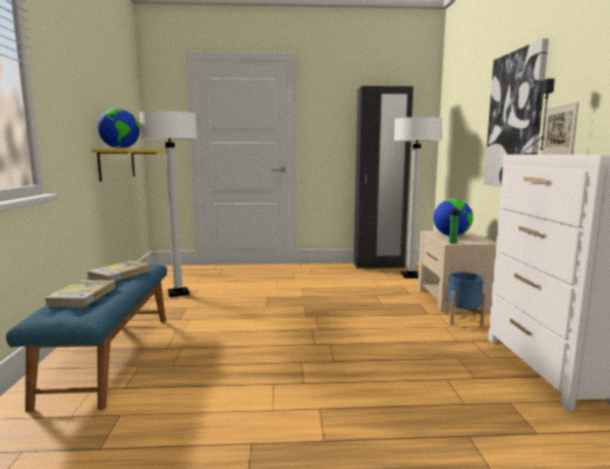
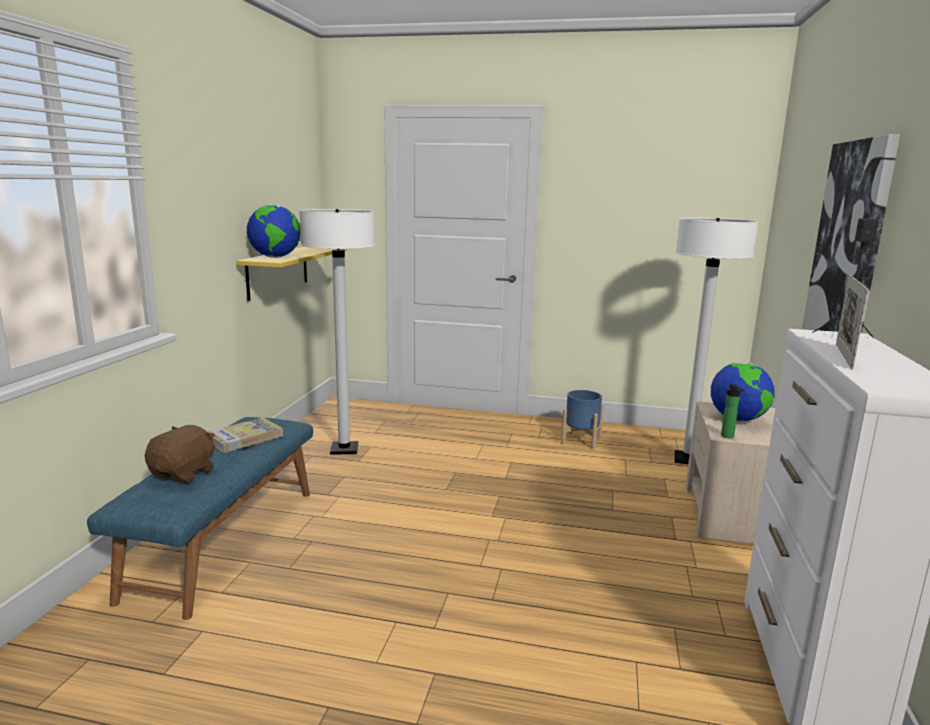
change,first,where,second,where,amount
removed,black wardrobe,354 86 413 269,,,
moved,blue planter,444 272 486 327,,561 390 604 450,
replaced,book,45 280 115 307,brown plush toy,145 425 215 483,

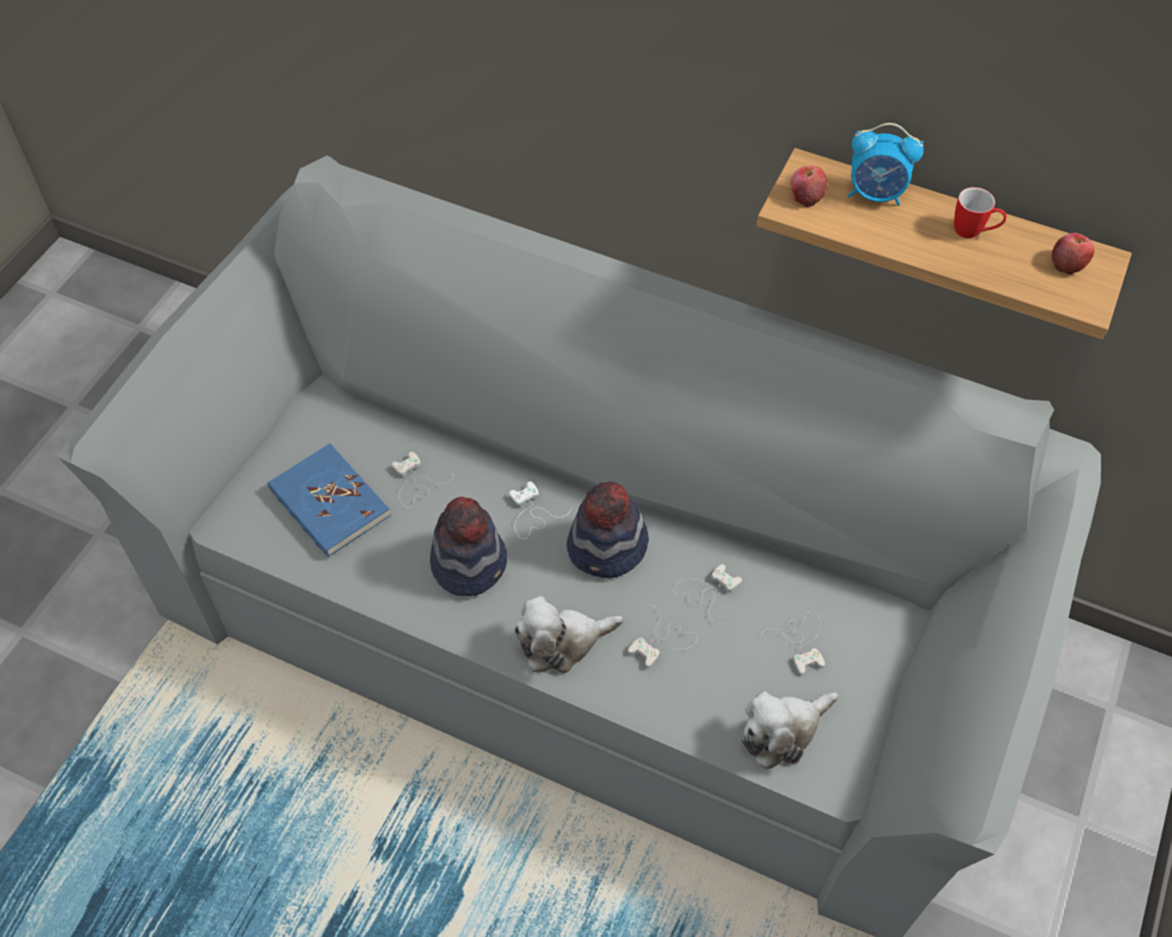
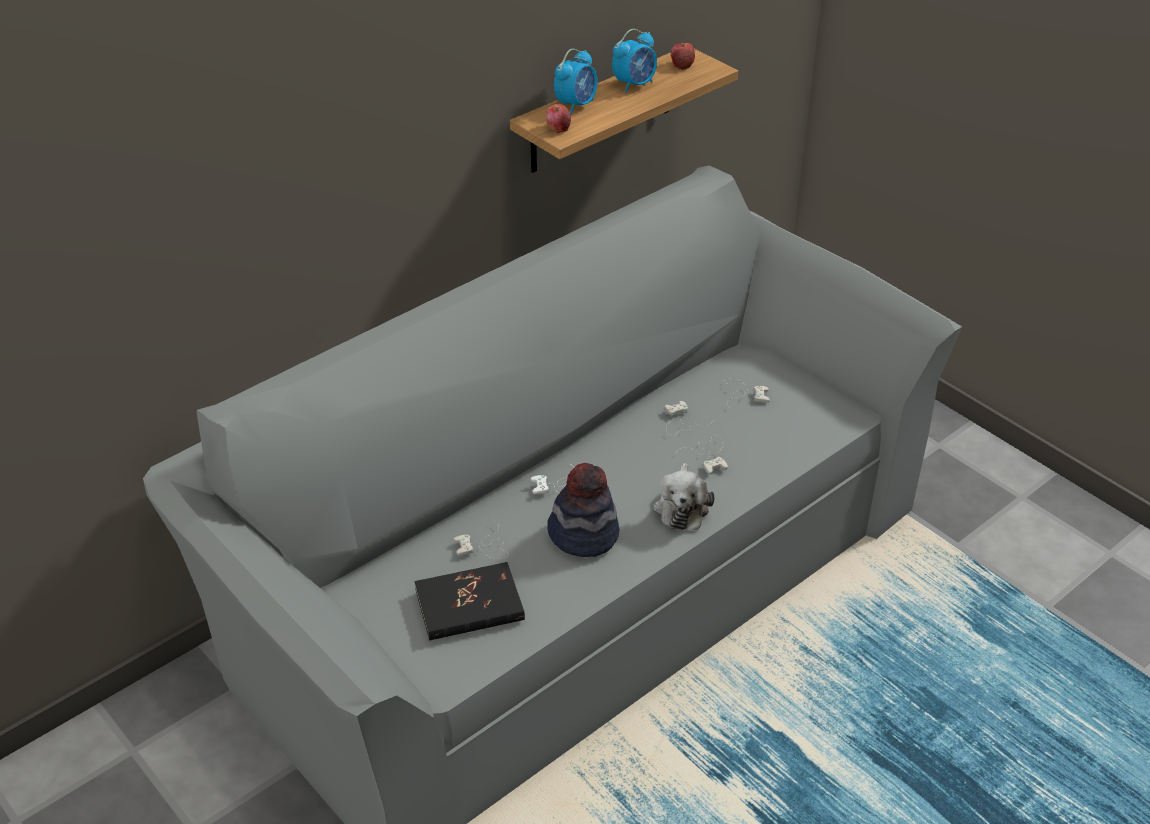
change,first,where,second,where,amount
replaced,mug,954 187 1007 238,alarm clock,612 29 657 93,
recoloured,blue book,268 443 391 557,black book,415 562 525 641,
removed,hat,567 481 649 578,,,
removed,plush toy,742 691 838 769,,,

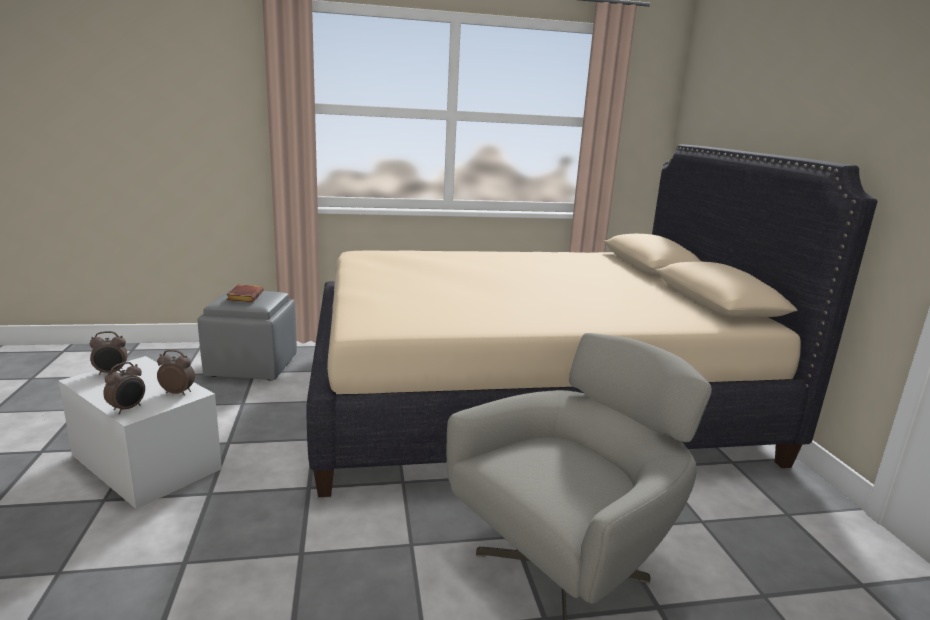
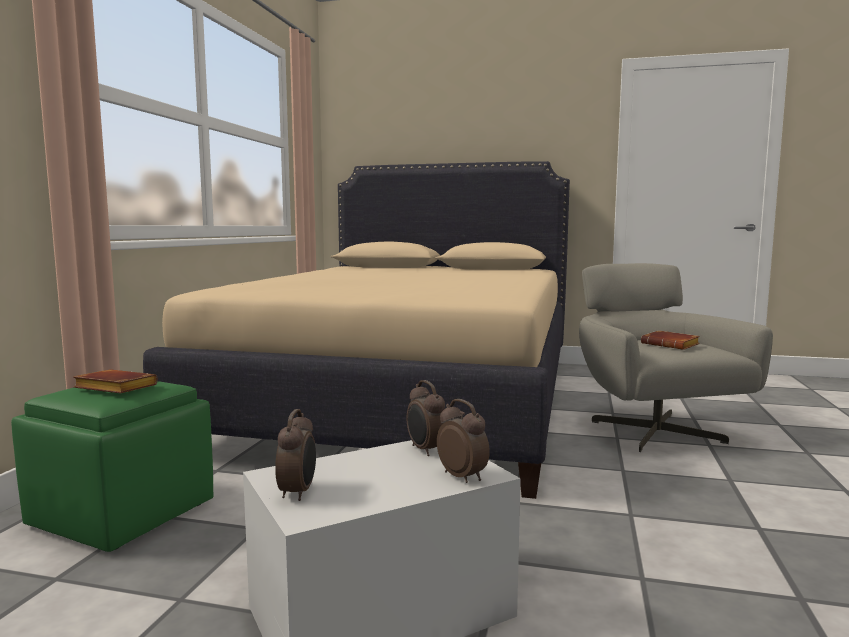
change,first,where,second,where,amount
recoloured,grey ottoman,198 290 297 381,green ottoman,11 381 213 552,
turned,alarm clock,157 350 195 395,,406 380 445 456,60 degrees counterclockwise
added,,,brown book,641 330 700 350,

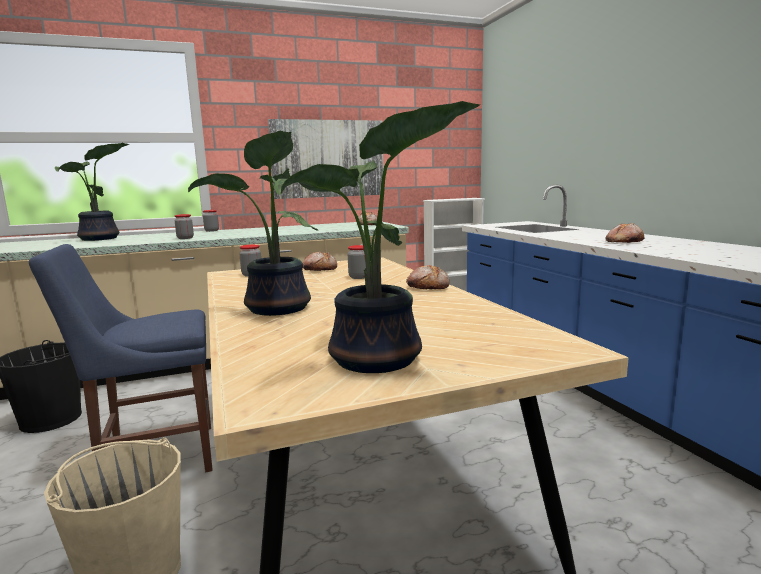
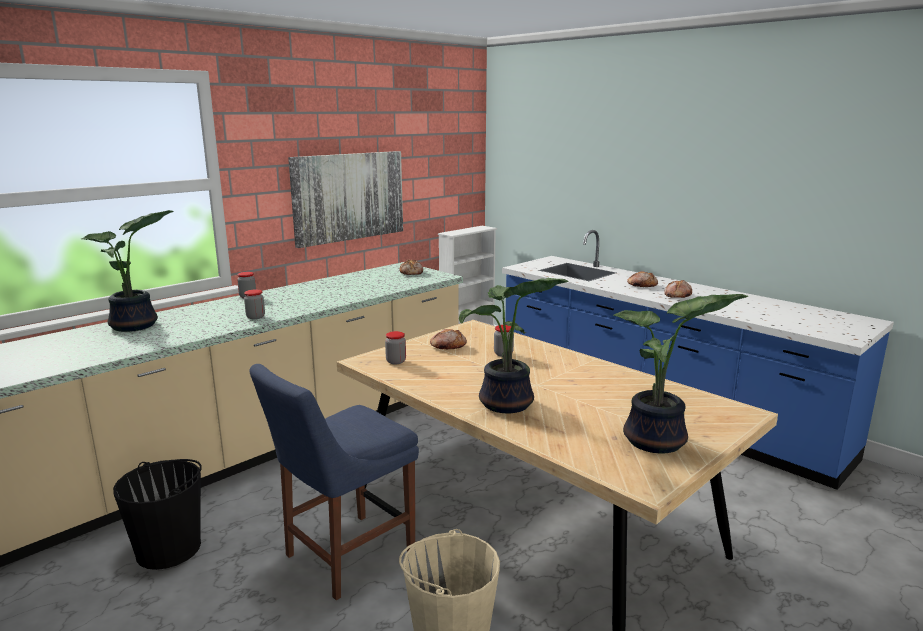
change,first,where,second,where,amount
moved,bread,406 265 450 290,,627 271 658 287,

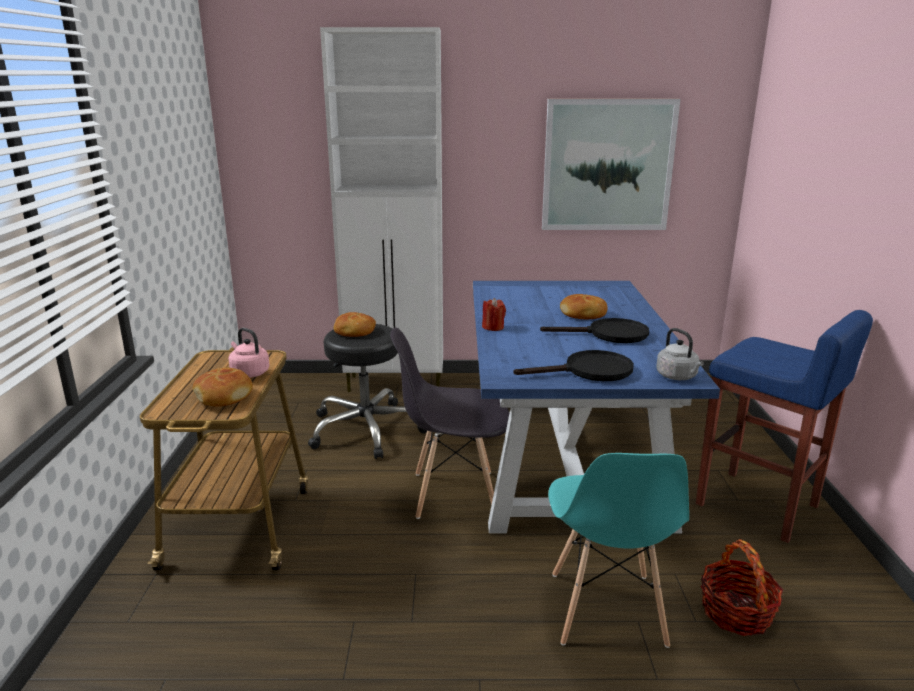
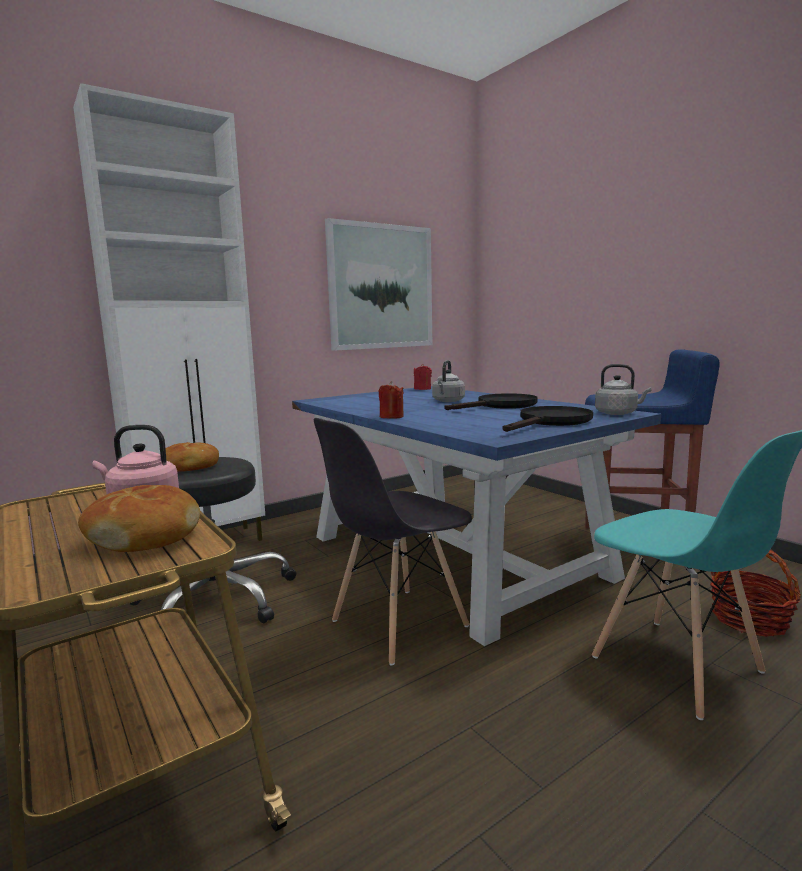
change,first,where,second,where,amount
replaced,bread,560 294 608 319,grey kettle,432 360 465 402,
added,,,red candle,414 364 432 390,

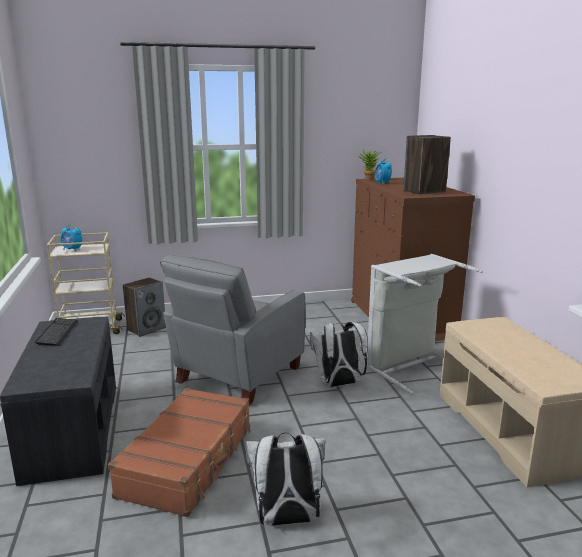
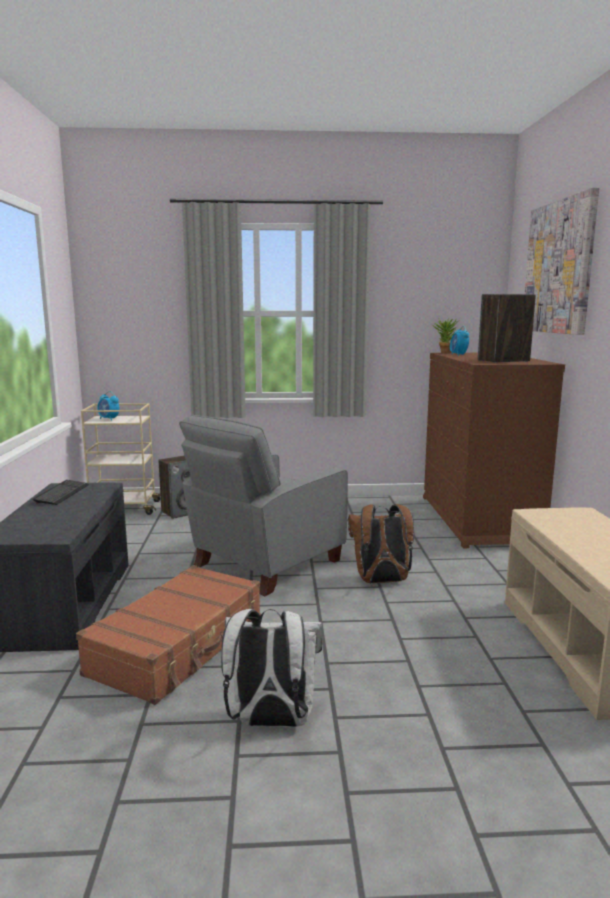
change,first,where,second,where,amount
removed,grey laundry basket,367 254 483 394,,,
recoloured,white backpack,310 322 368 387,brown backpack,348 504 414 583,
added,,,picture,525 187 599 335,

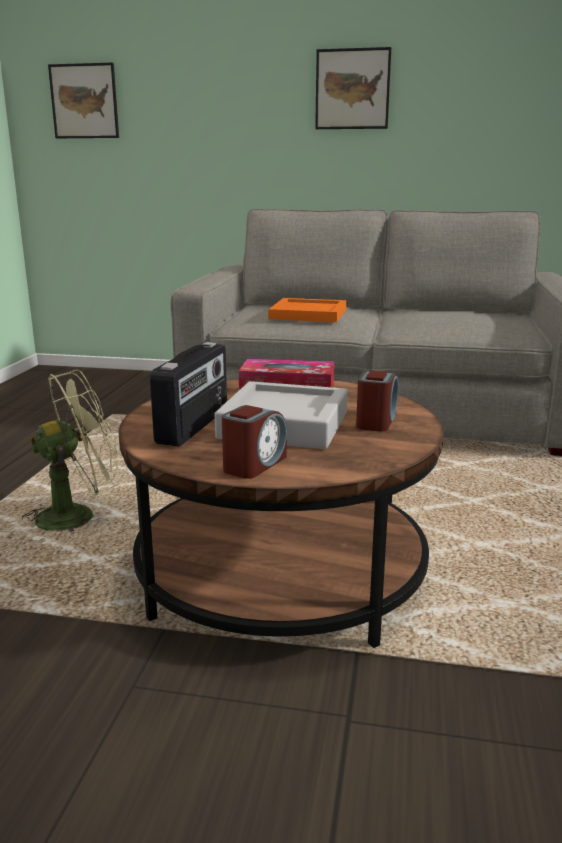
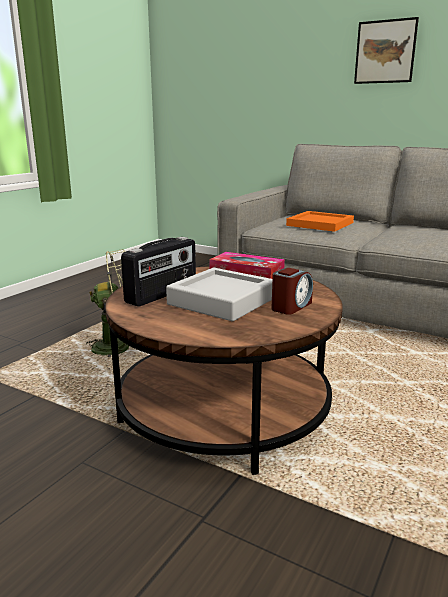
change,first,where,second,where,amount
removed,picture,48 63 119 138,,,
removed,alarm clock,222 405 287 478,,,

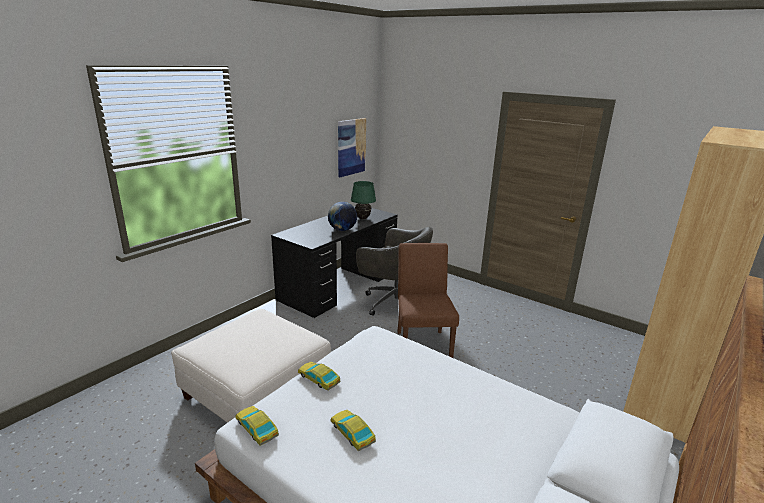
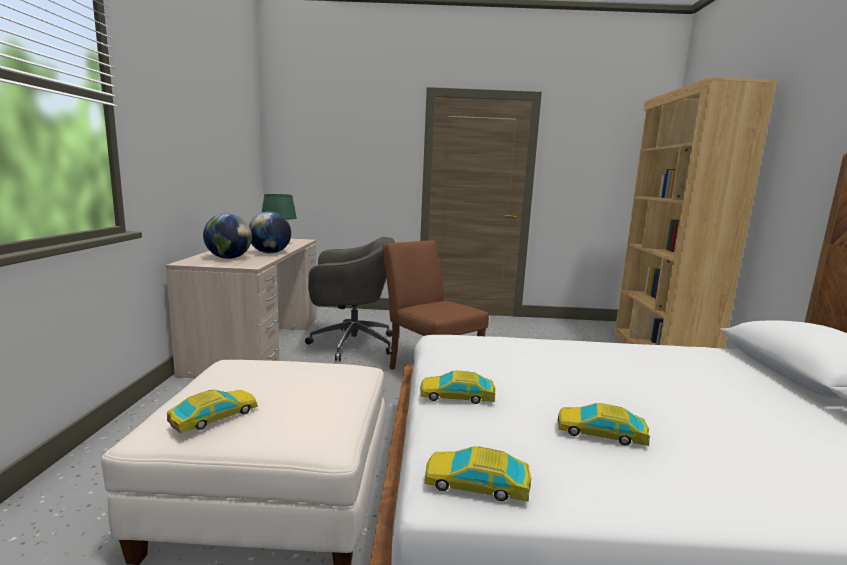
change,first,where,second,where,amount
removed,picture,338 118 366 177,,,
recoloured,black desk,271 206 398 318,beige desk,166 239 317 378,
added,,,globe,203 213 252 259,
added,,,toy car,167 390 258 433,

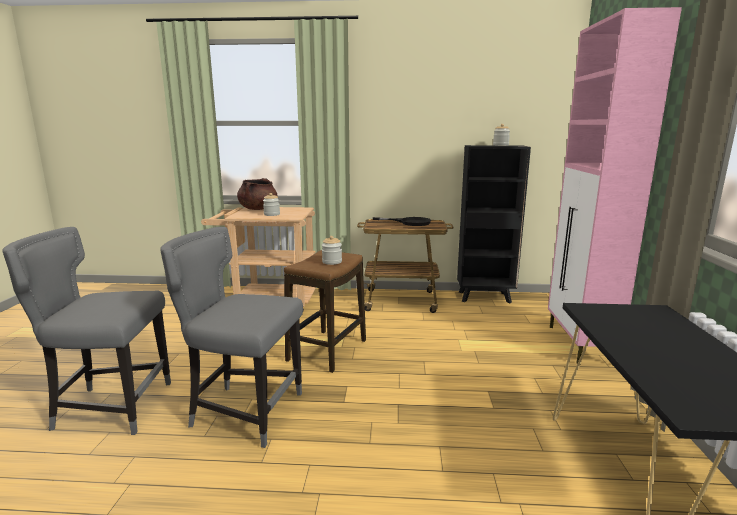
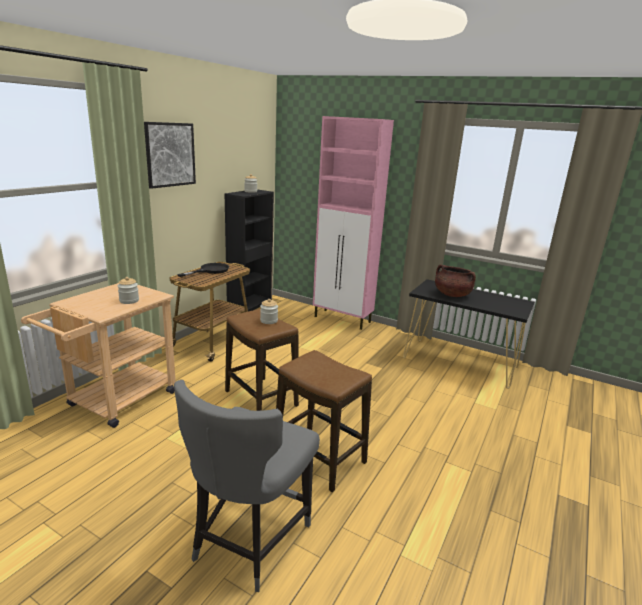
change,first,where,second,where,amount
moved,brown cooking pot,237 178 278 210,,435 265 476 297,
replaced,grey chair,160 227 303 448,stool,276 350 372 492,
added,,,picture,144 122 196 189,

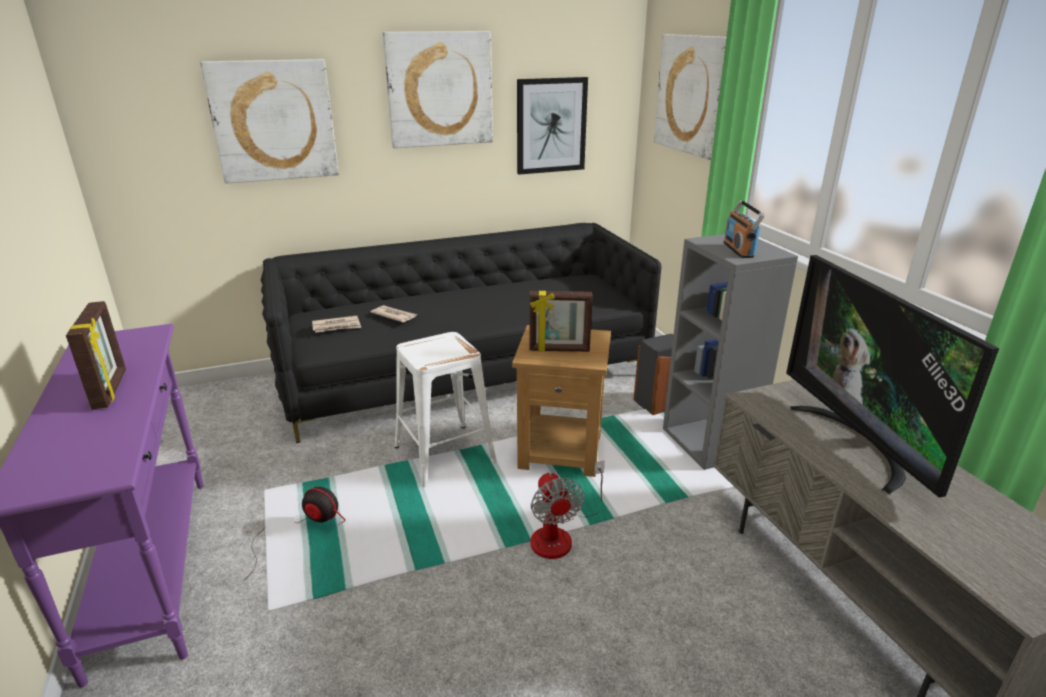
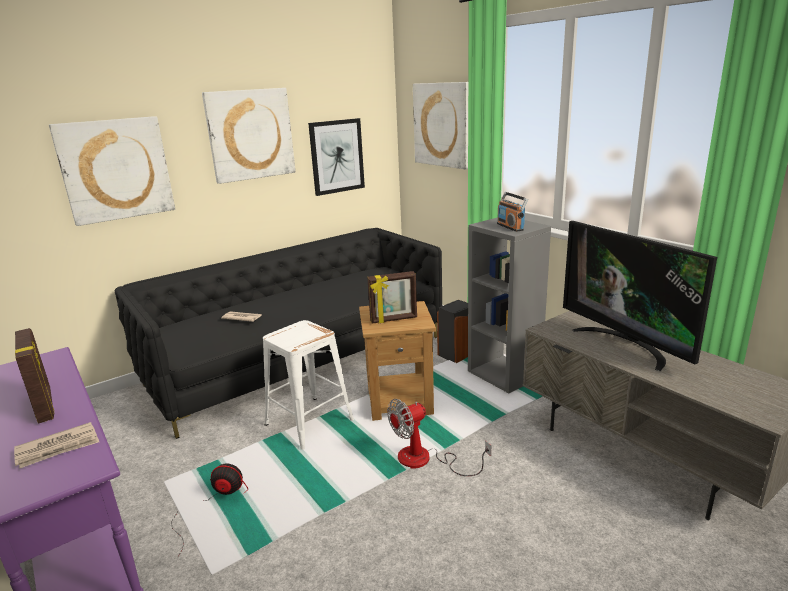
change,first,where,second,where,amount
moved,newspaper,312 316 361 333,,14 422 99 468,
turned,fan,531 460 605 559,,387 399 491 476,90 degrees clockwise

